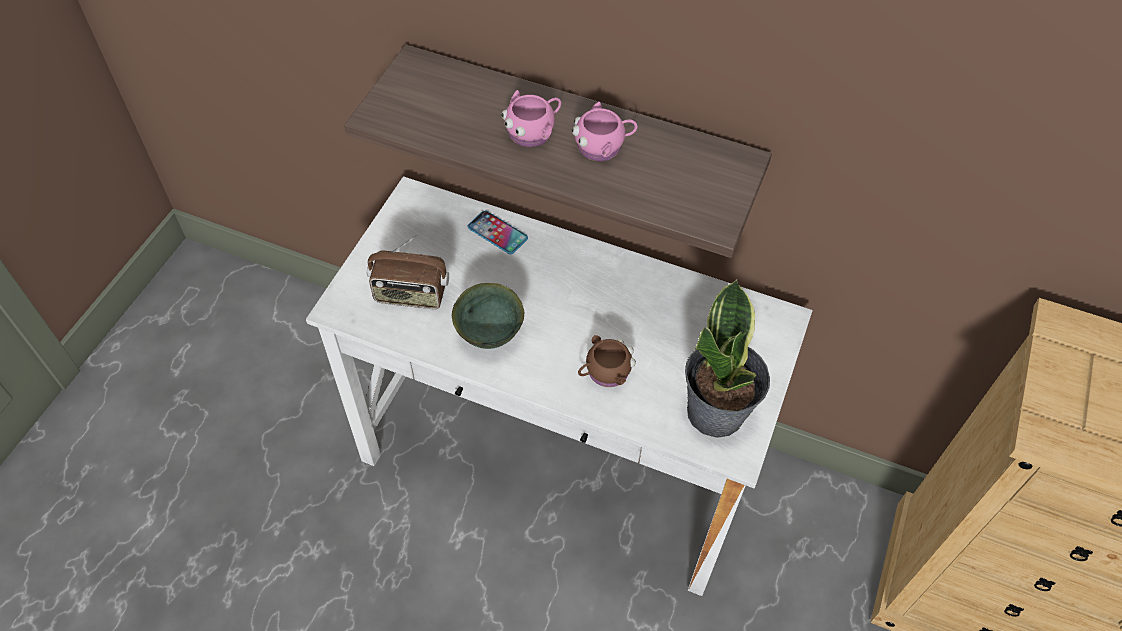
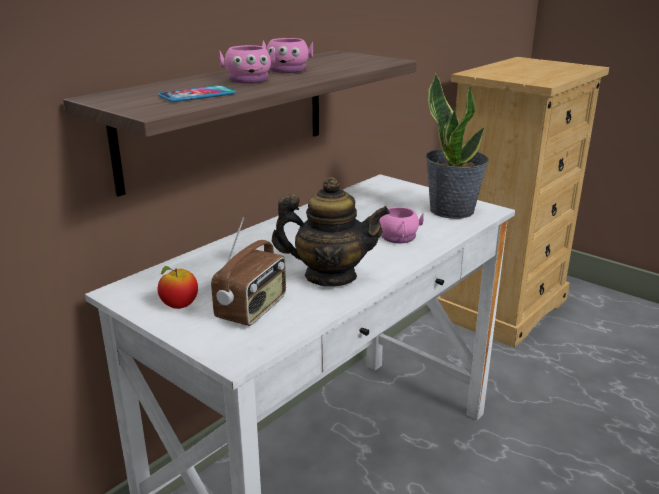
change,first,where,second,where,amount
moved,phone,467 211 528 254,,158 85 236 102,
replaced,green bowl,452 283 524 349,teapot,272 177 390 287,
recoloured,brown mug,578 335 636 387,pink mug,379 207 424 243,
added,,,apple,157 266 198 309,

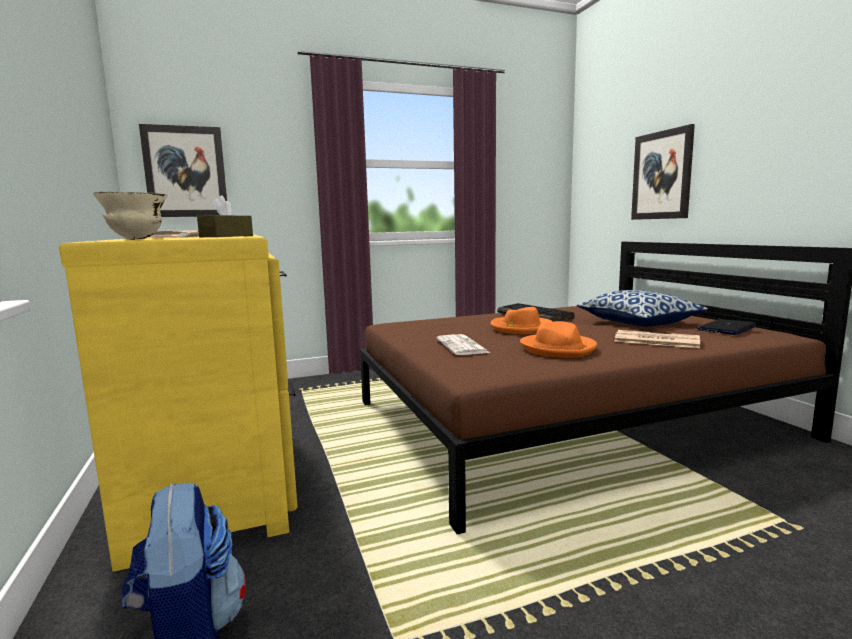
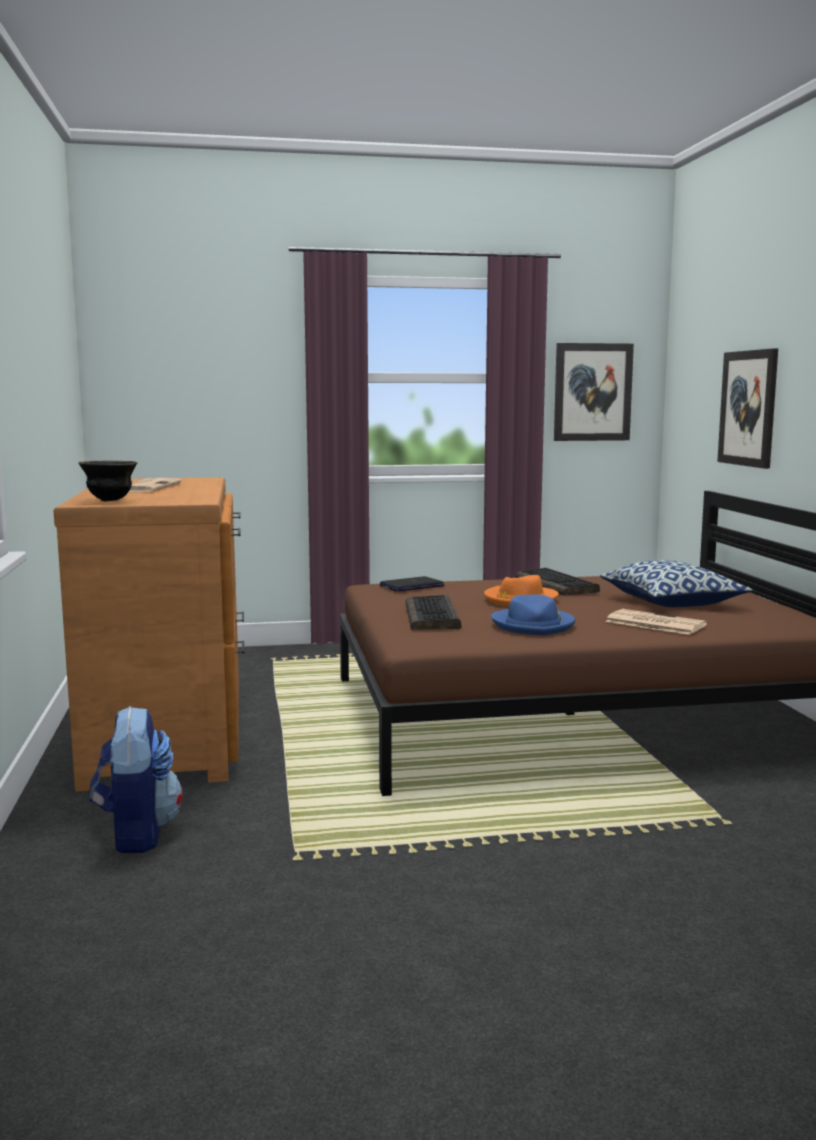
change,first,where,second,where,amount
moved,picture,139 124 227 217,,554 343 634 441,
recoloured,beige bowl,93 192 168 240,black bowl,78 460 138 502,
removed,brown tissue box,197 195 253 237,,,
recoloured,yellow dresser,59 235 298 571,brown dresser,53 477 244 792,
moved,laptop,697 319 757 335,,380 576 445 592,
recoloured,orange hat,520 321 597 358,blue hat,491 595 575 635,
replaced,newspaper,437 334 490 355,keyboard,405 595 461 630,

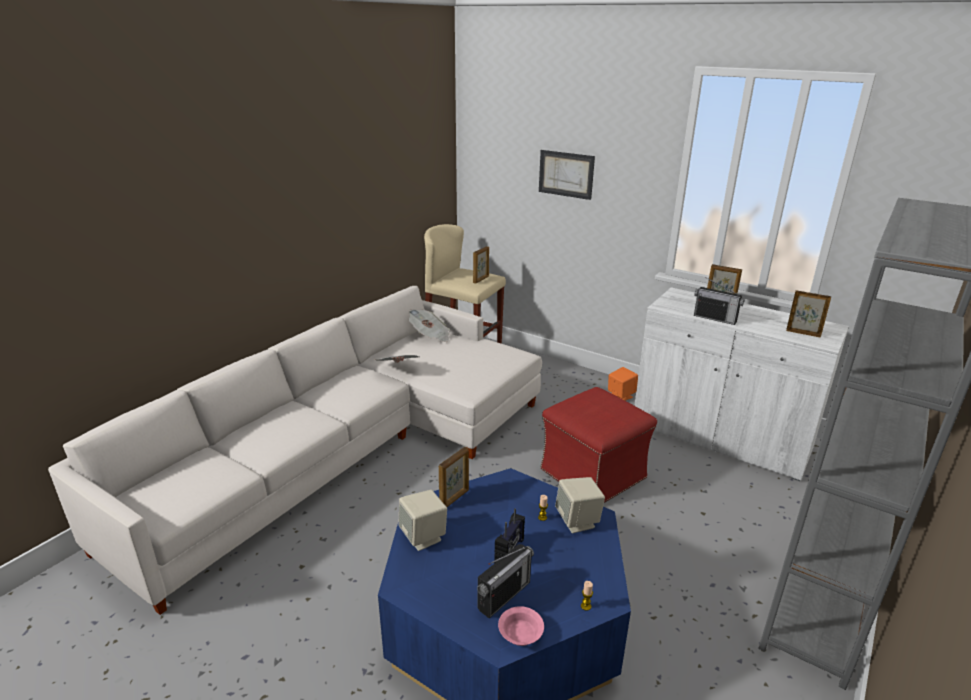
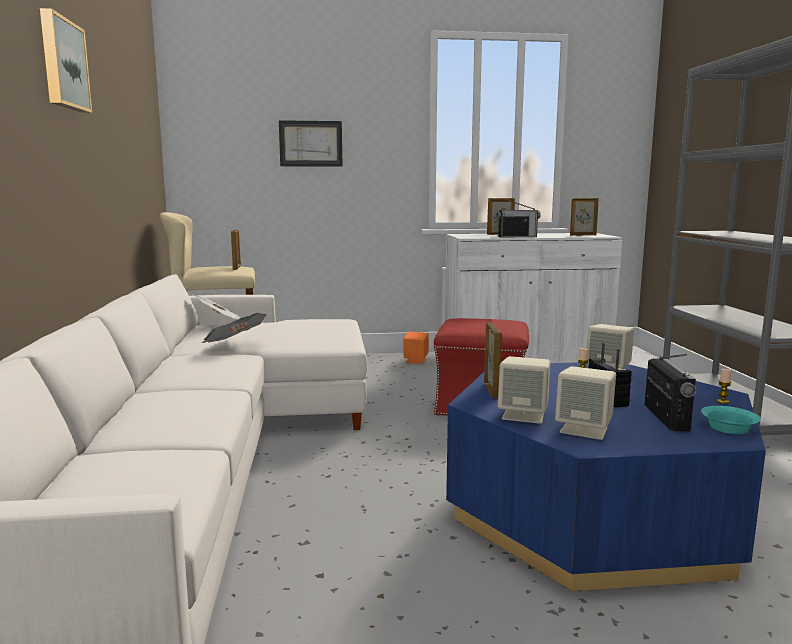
change,first,where,second,where,amount
recoloured,pink bowl,498 606 544 646,turquoise bowl,701 406 761 434,
added,,,picture,40 8 92 113,
added,,,beige speaker,555 366 616 440,

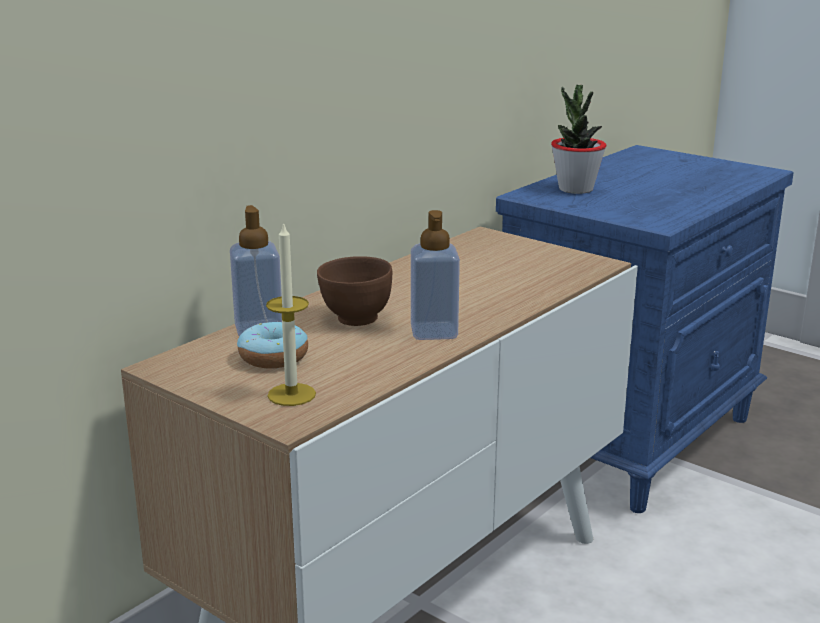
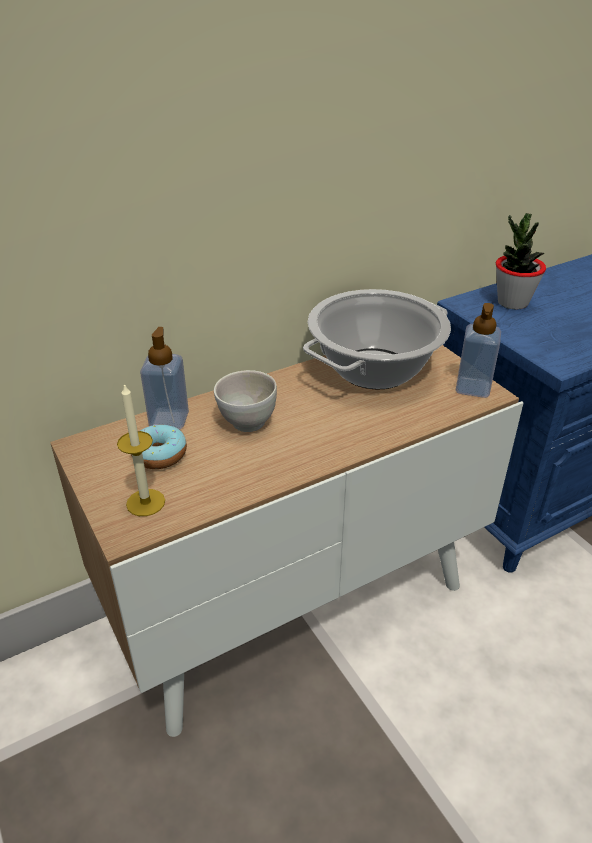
change,first,where,second,where,amount
moved,soap dispenser,411 210 460 340,,456 303 501 398,
recoloured,brown bowl,317 256 392 326,white bowl,214 370 277 432,
added,,,cooking pot,303 289 451 390,

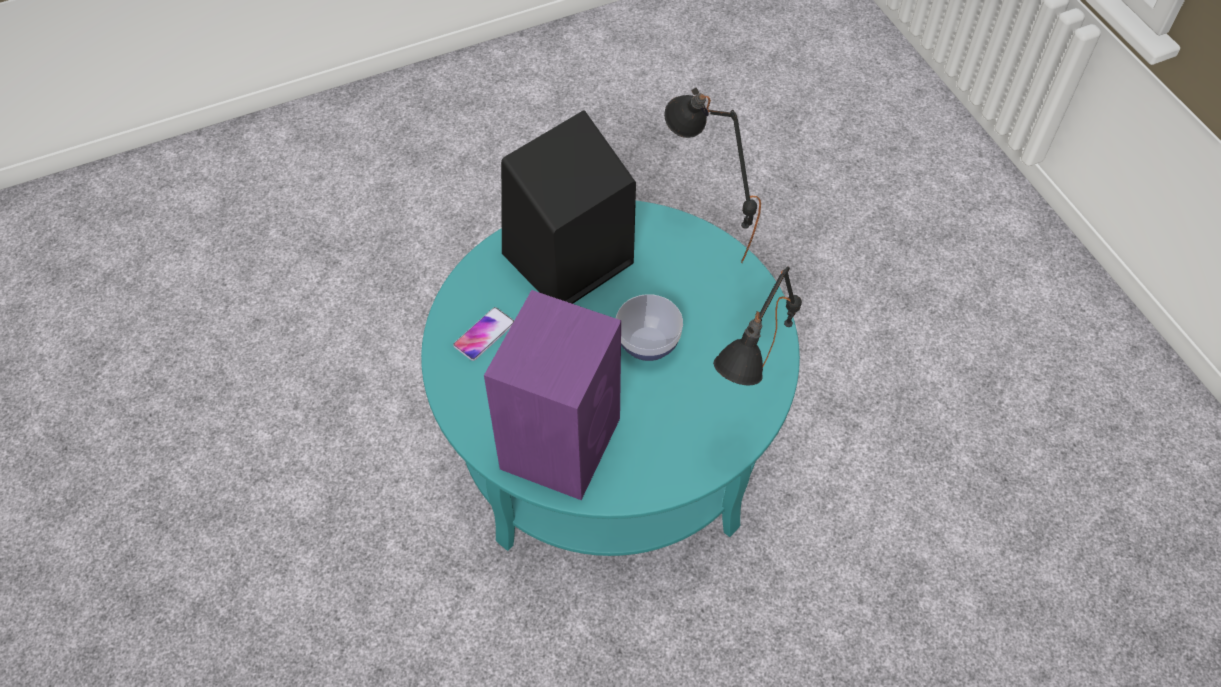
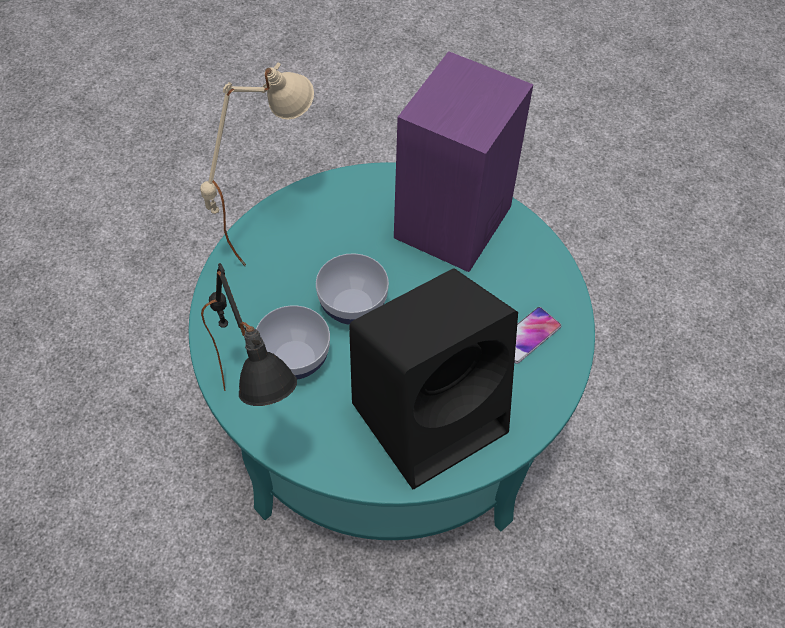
change,first,where,second,where,amount
recoloured,black table lamp,713 266 802 385,beige table lamp,200 63 314 266,
added,,,bowl,256 305 330 379,

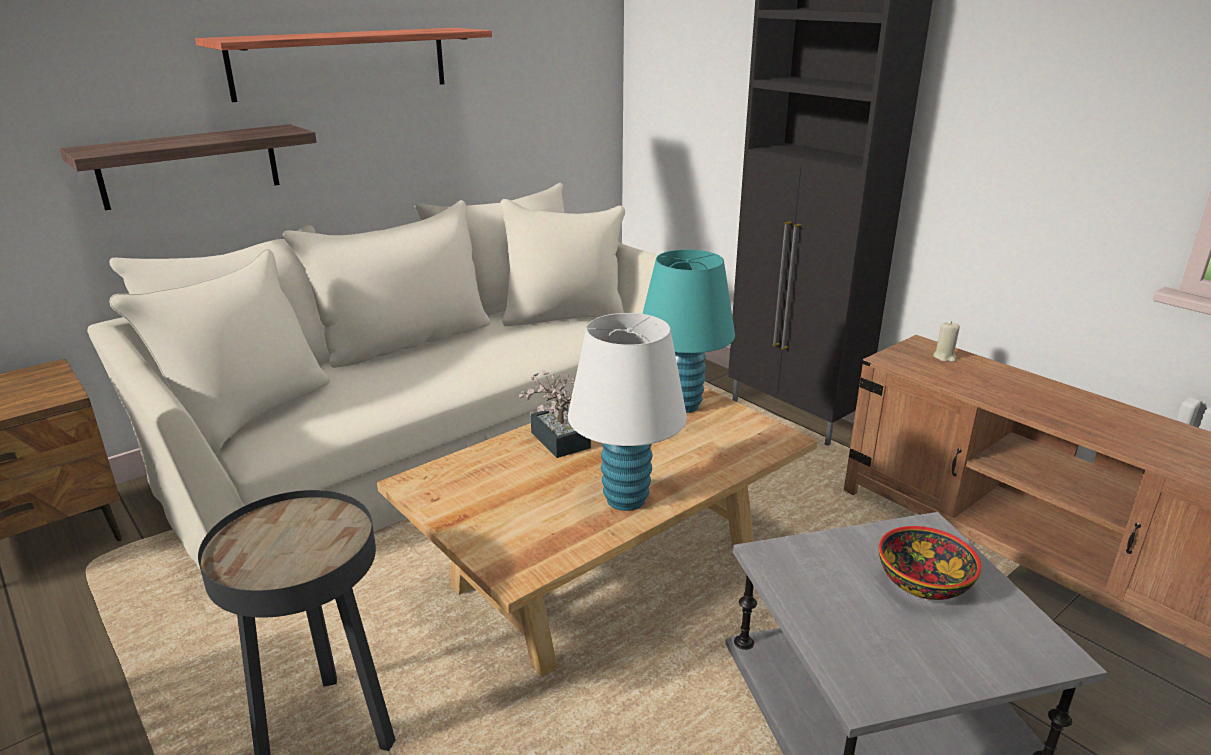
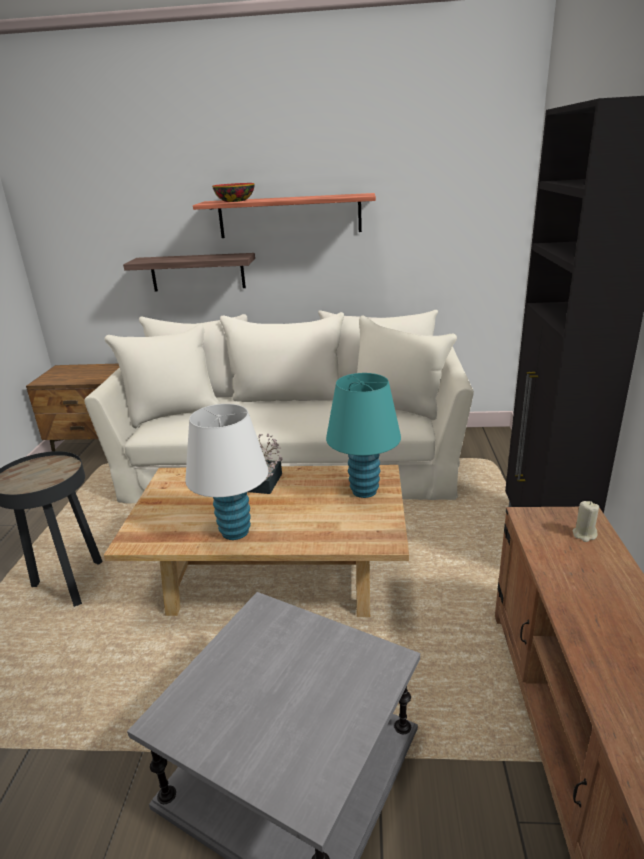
change,first,where,second,where,amount
moved,bowl,879 526 982 600,,212 183 255 202,

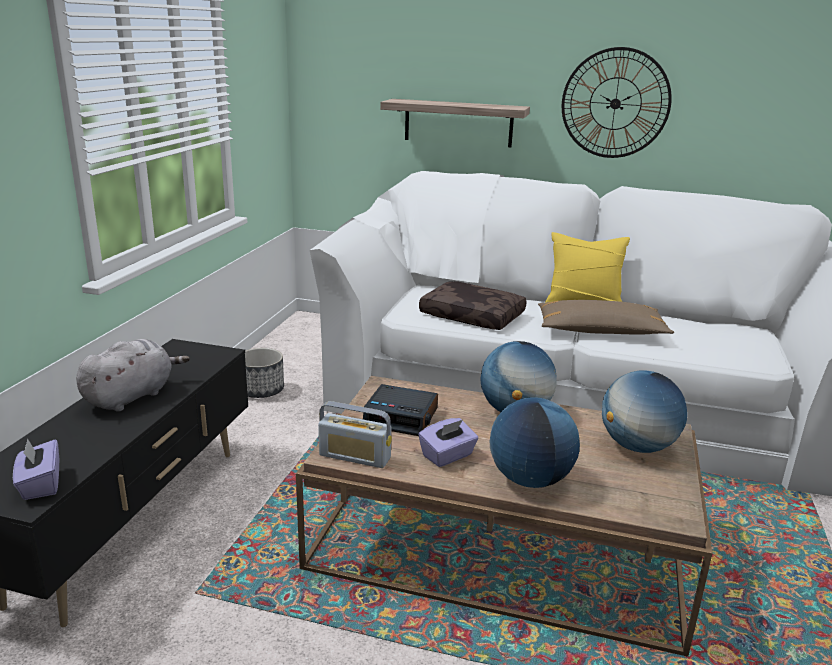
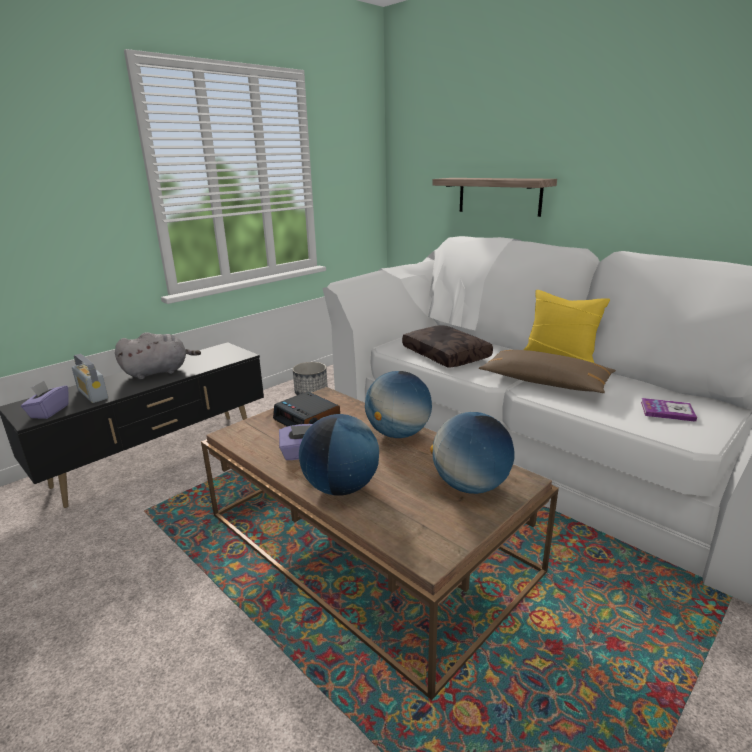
change,first,where,second,where,amount
removed,wall clock,562 47 672 158,,,
moved,radio,318 401 392 468,,72 354 108 403,
added,,,book,641 398 697 422,

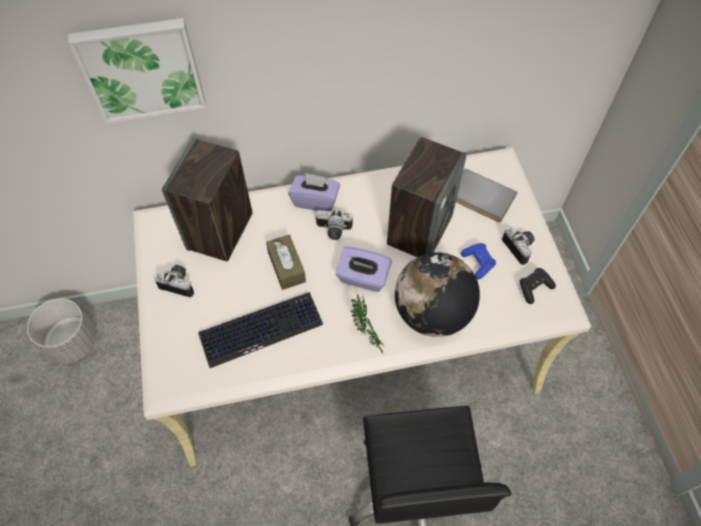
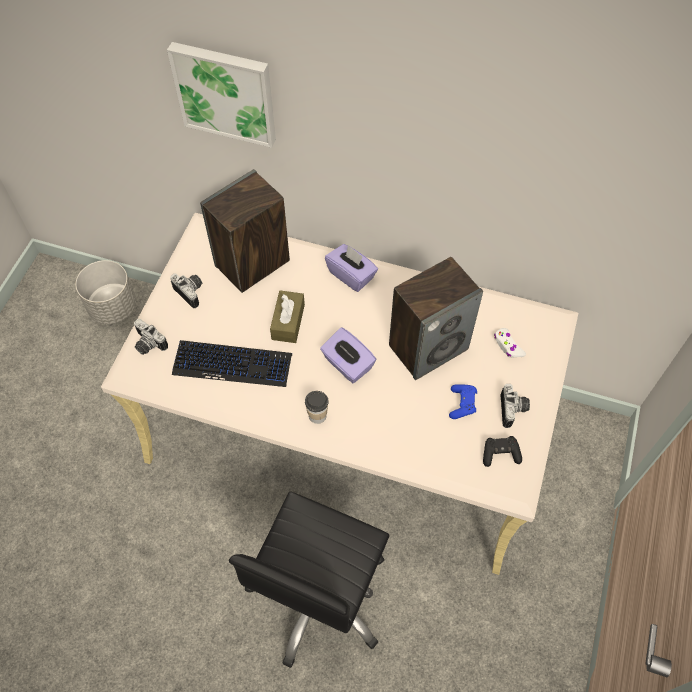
change,first,where,second,where,amount
replaced,grey book,456 168 517 222,white game controller,494 328 526 358,
moved,photo camera,316 208 353 240,,134 318 168 355,
removed,globe,395 252 480 337,,,
replaced,potted plant,351 295 385 353,cup,305 391 329 424,

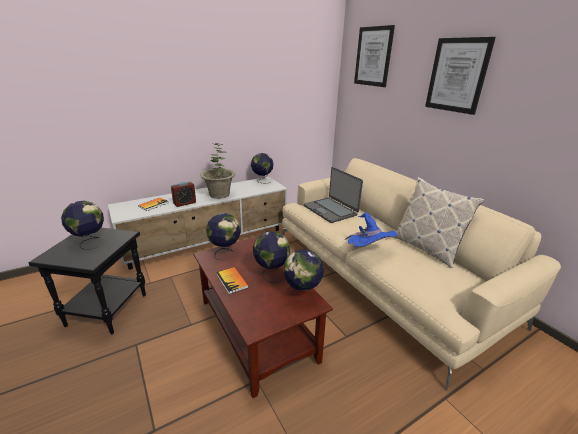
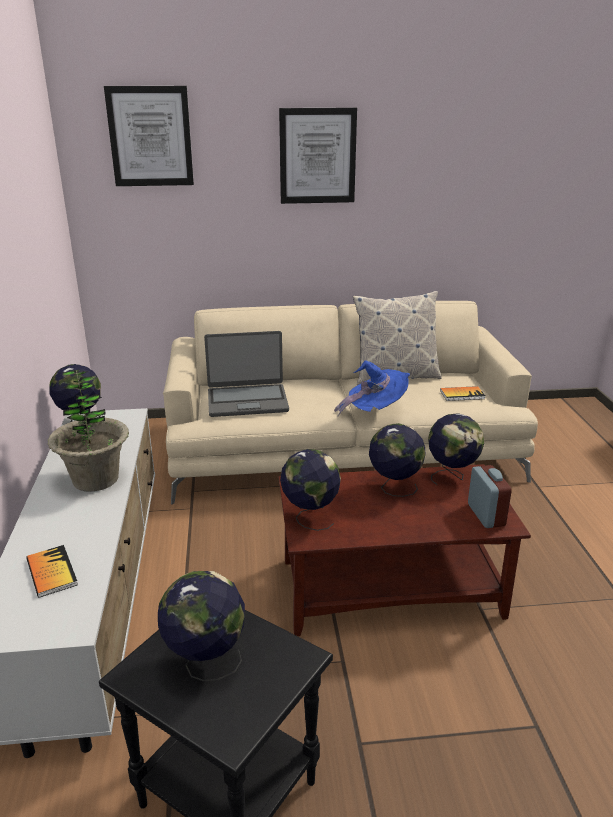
change,first,where,second,where,amount
moved,alarm clock,171 181 196 207,,468 465 512 528,
moved,book,216 267 249 294,,440 386 485 401,

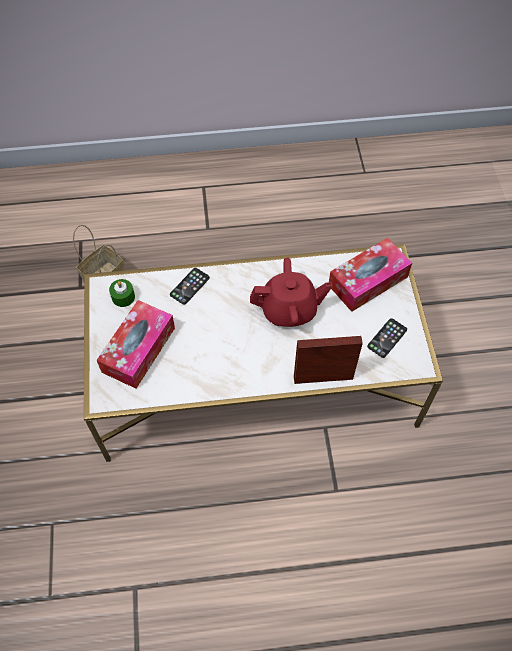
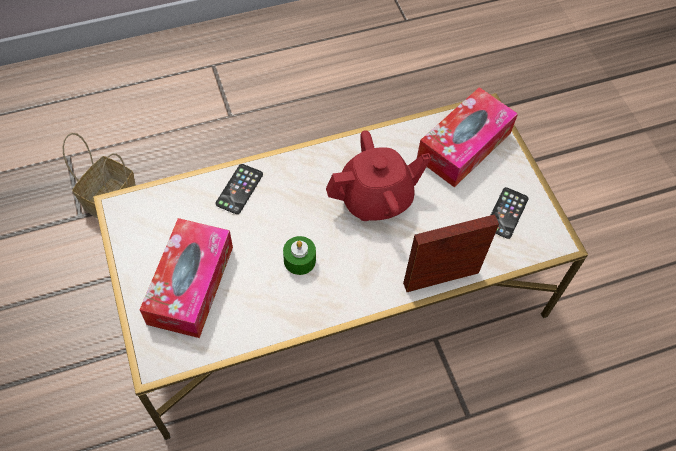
change,first,where,second,where,amount
moved,green candle,109 279 135 307,,283 236 316 275,

